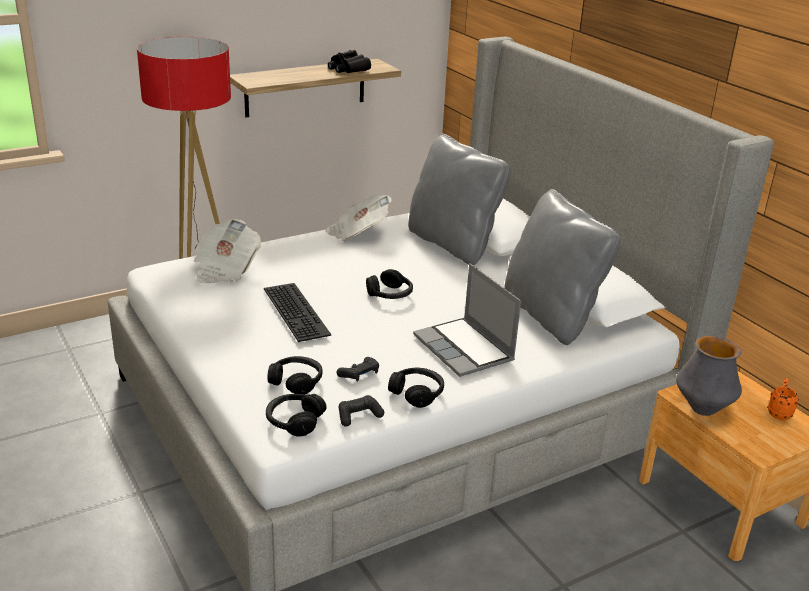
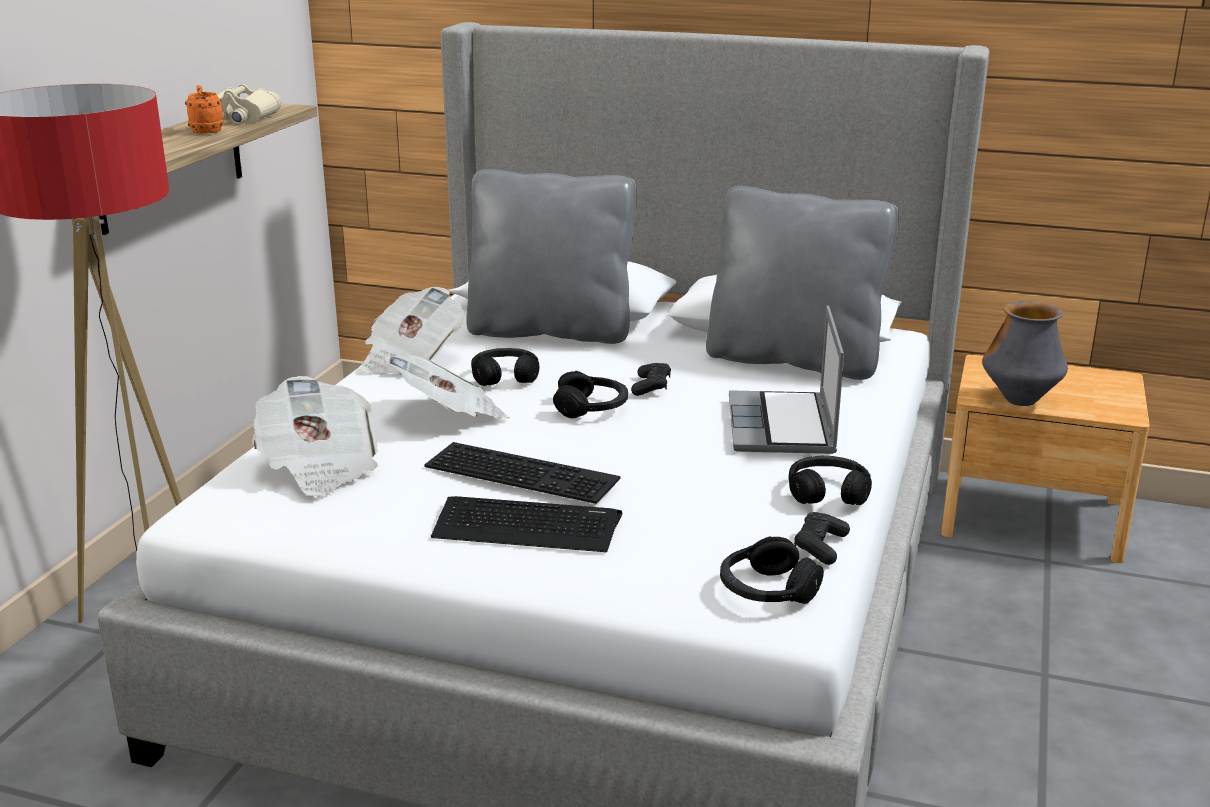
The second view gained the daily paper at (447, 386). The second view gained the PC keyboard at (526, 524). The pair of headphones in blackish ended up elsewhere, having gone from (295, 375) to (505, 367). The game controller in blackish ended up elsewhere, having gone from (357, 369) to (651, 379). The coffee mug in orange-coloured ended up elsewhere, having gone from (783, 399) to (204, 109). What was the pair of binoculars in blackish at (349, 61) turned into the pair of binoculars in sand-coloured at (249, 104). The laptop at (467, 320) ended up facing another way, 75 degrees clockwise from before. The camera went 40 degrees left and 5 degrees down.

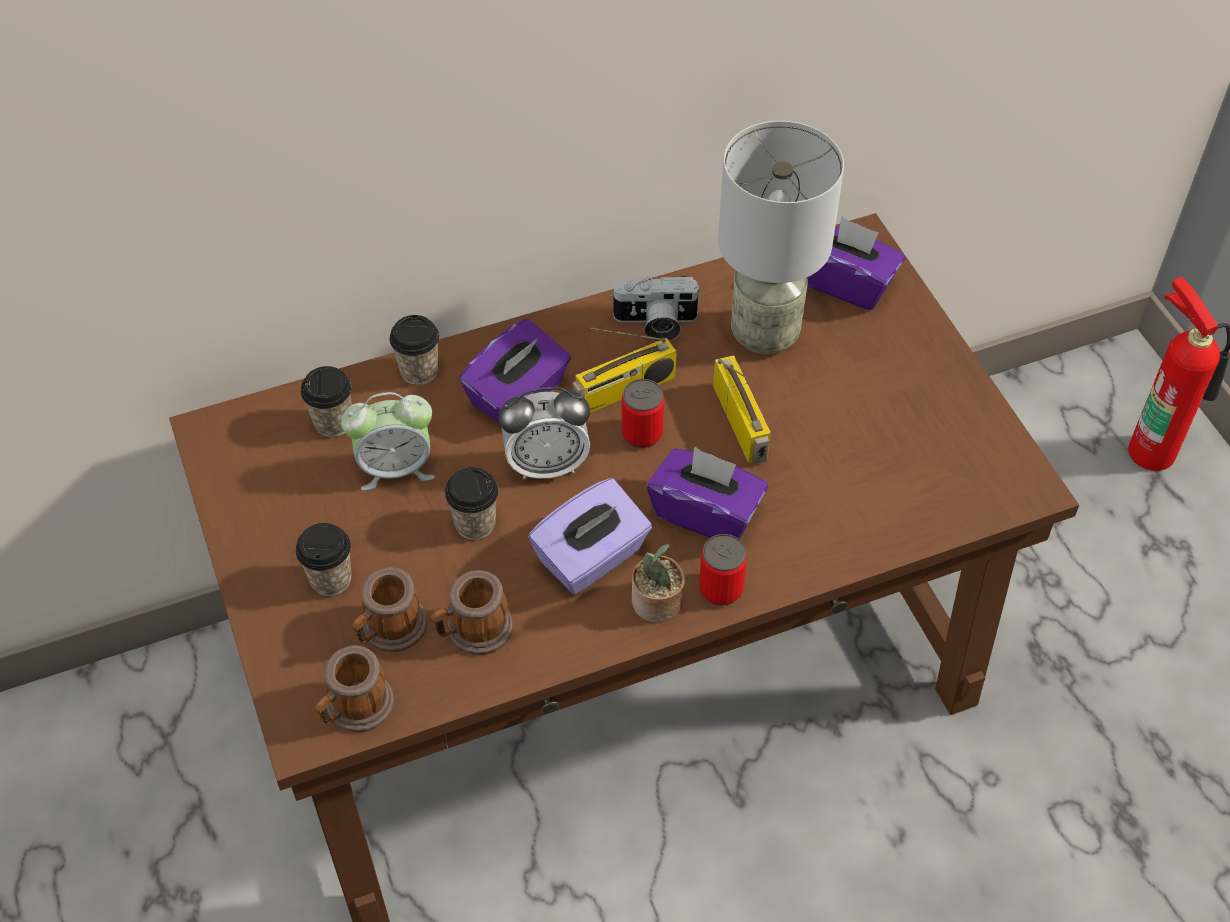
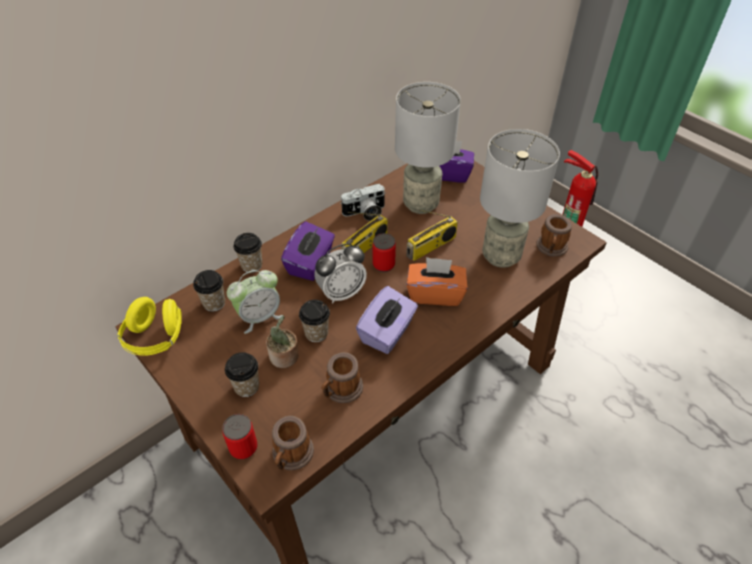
The second view gained the pair of headphones in yellow-coloured at (149, 326). The second view gained the tabletop lamp in greyish at (520, 198). The coffee mug ended up elsewhere, having gone from (389, 609) to (554, 235). The plant in a pot ended up elsewhere, having gone from (658, 583) to (282, 341). The sealed can ended up elsewhere, having gone from (723, 569) to (240, 436). What was the tissue box in purple at (707, 492) turned into the tissue box in orange-coloured at (437, 281). The radio set at (742, 409) ended up facing another way, 90 degrees clockwise from before. The camera went 20 degrees left and 5 degrees down.

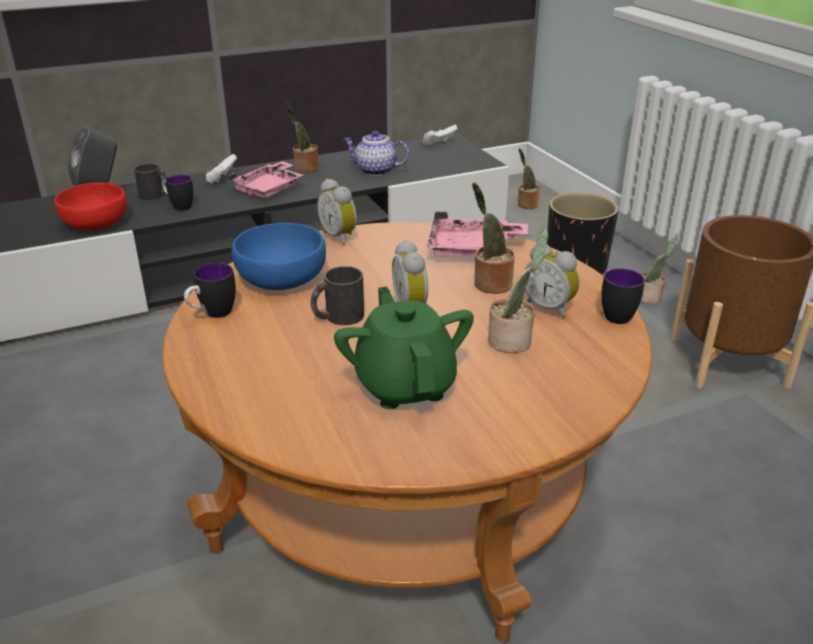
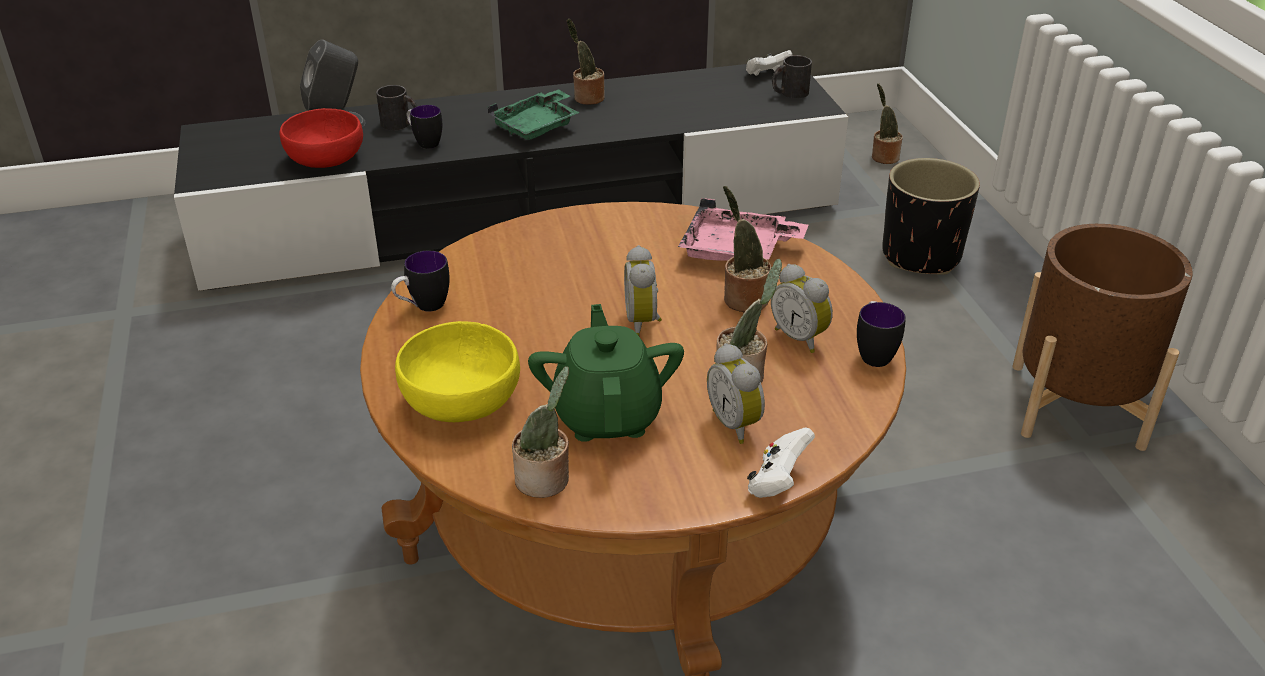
The second view lost the serving bowl in bluish at (278, 256). The second view lost the pot for tea at (376, 153). The second view gained the serving bowl in yellow-coloured at (457, 371). The game controller in white ended up elsewhere, having gone from (221, 169) to (781, 462). The coffee mug in blackish ended up elsewhere, having gone from (337, 295) to (792, 77). The table clock ended up elsewhere, having gone from (337, 212) to (736, 393). The plant in a pot ended up elsewhere, having gone from (660, 269) to (540, 432). What was the tray in pink-coloured at (265, 179) turned into the tray in green-coloured at (534, 114). The camera went 10 degrees right and 5 degrees up.

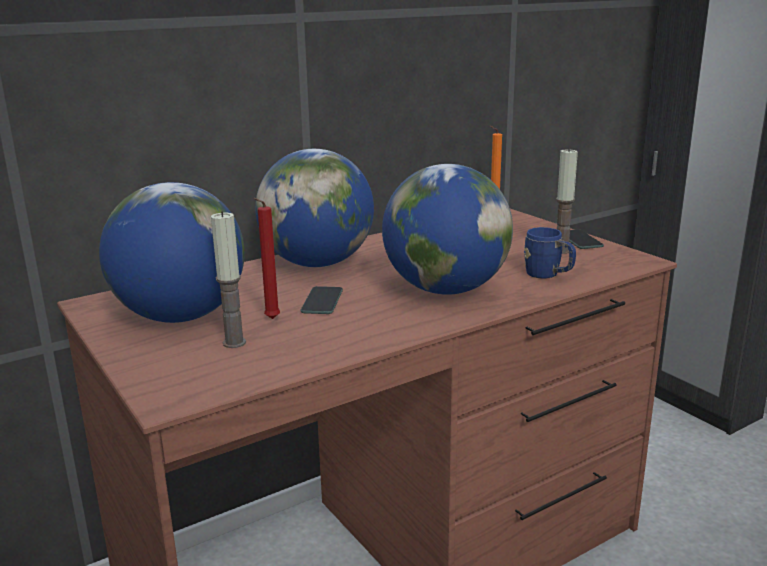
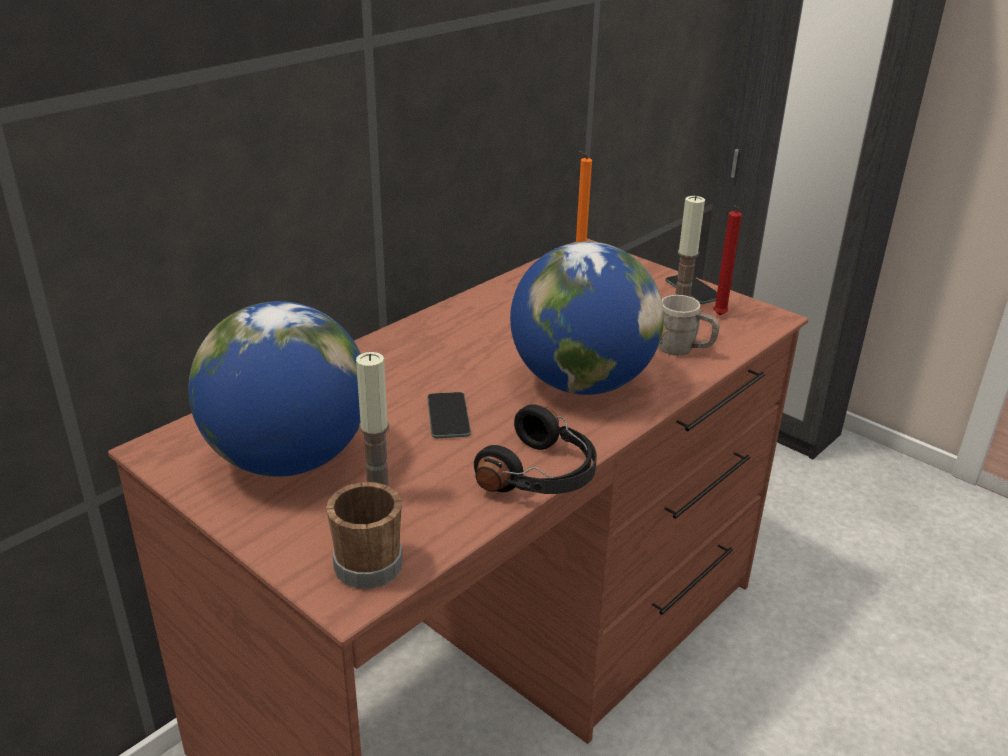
The second view lost the globe at (314, 208). The second view gained the coffee mug in brownish at (364, 535). The second view gained the pair of headphones in blackish at (535, 449). The wax candle in reddish ended up elsewhere, having gone from (266, 258) to (727, 260). What was the coffee mug in bluish at (550, 253) turned into the coffee mug in greyish at (688, 325). The camera went 15 degrees left and 10 degrees up.

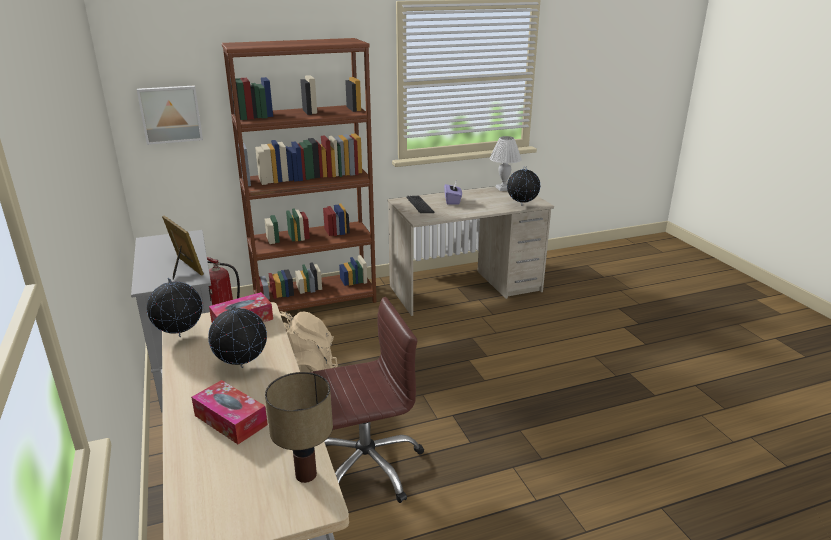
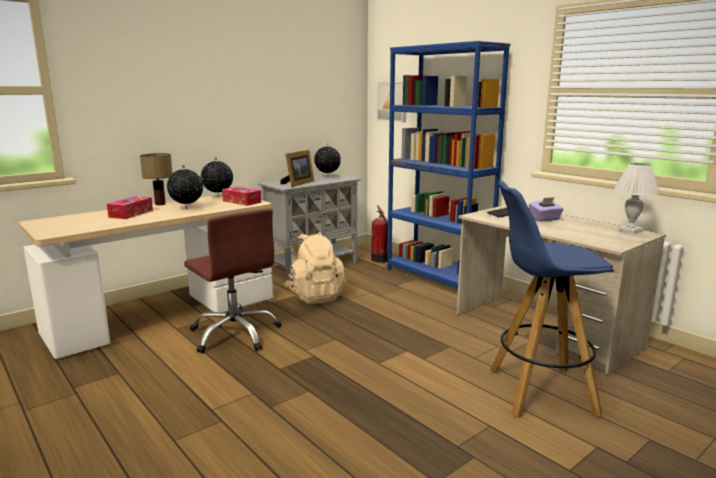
The second view gained the stool in bluish at (552, 299). The tabletop lamp ended up elsewhere, having gone from (299, 427) to (156, 179). The globe ended up elsewhere, having gone from (523, 186) to (327, 158). What was the bookshelf in brownish at (299, 175) turned into the bookshelf in bluish at (448, 165). The camera went 70 degrees right and 10 degrees down.

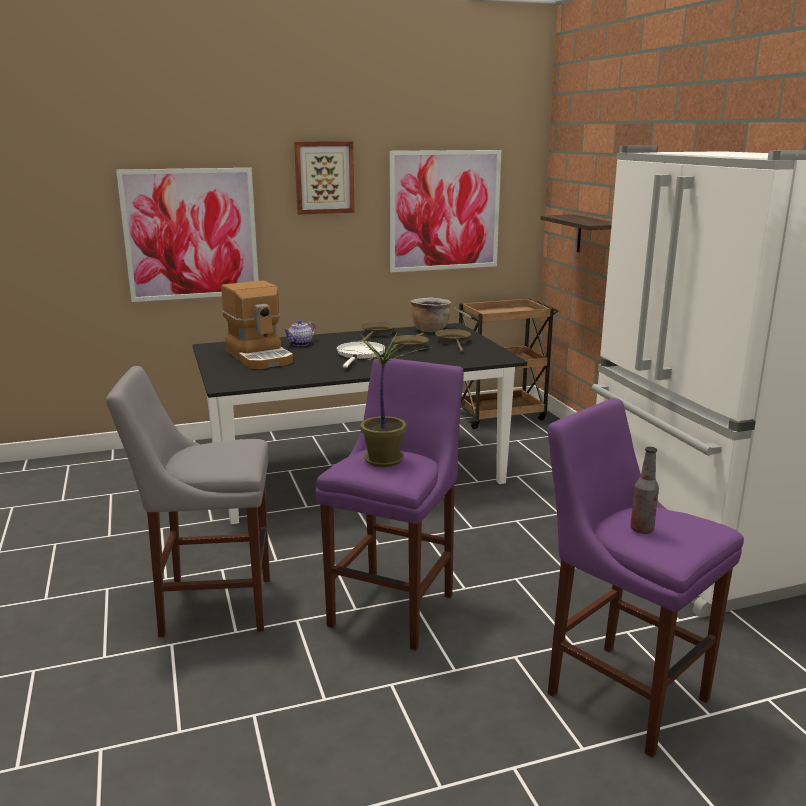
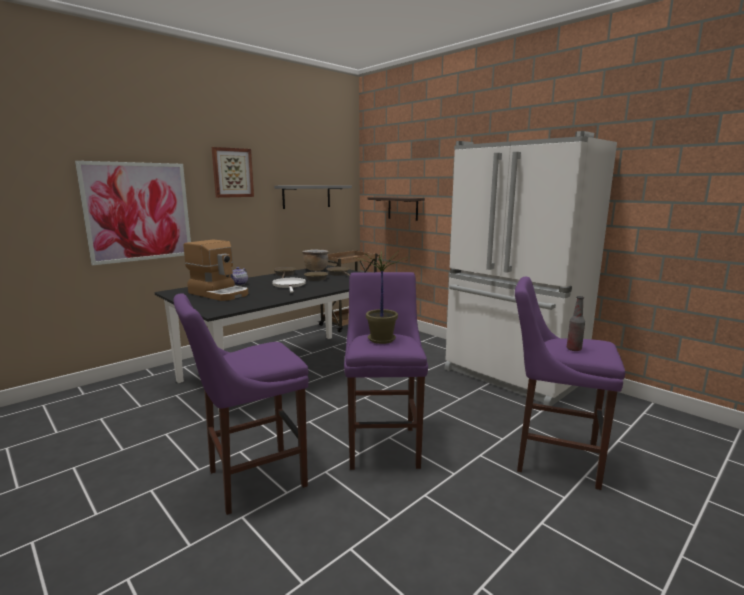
Where the wall art hung at (445, 211), the wall shelf in greyish came to hang at (313, 197). What was the stool in greyish at (188, 501) turned into the stool in purple at (241, 404). The camera went 25 degrees left and 5 degrees down.

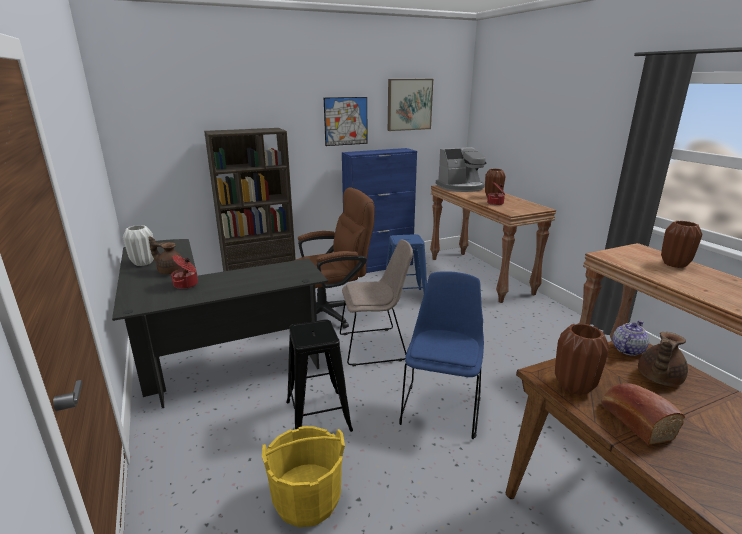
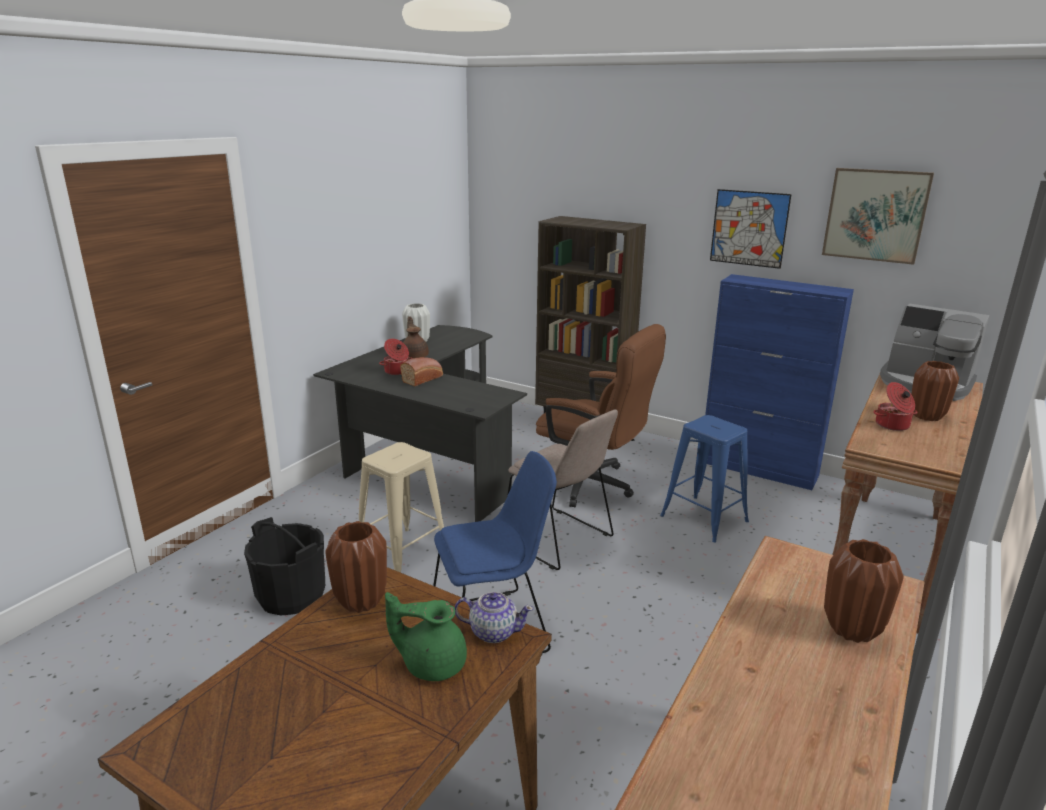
The bread ended up elsewhere, having gone from (643, 414) to (421, 372). What was the bucket in yellow-coloured at (303, 476) turned into the bucket in blackish at (284, 566). What was the stool in blackish at (319, 376) turned into the stool in sand-coloured at (401, 507). What was the pot for tea in brownish at (663, 359) turned into the pot for tea in green-coloured at (426, 636). The camera went 55 degrees right and 0 degrees up.

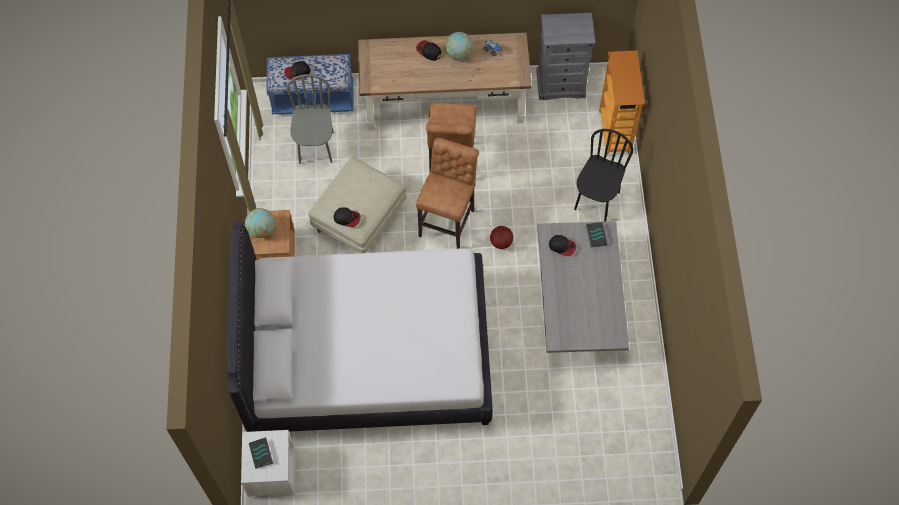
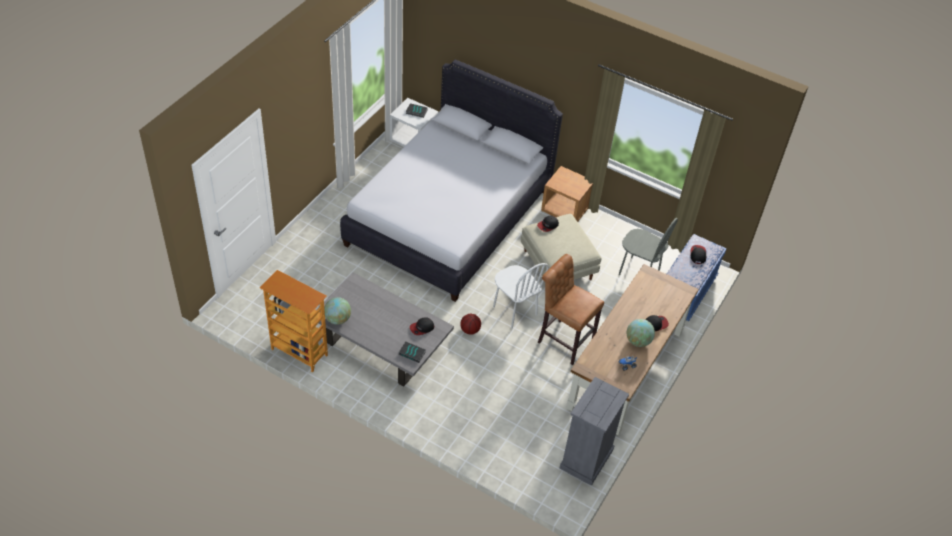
The second view lost the upright chair in blackish at (603, 175). The globe ended up elsewhere, having gone from (260, 223) to (337, 311). The bookshelf ended up elsewhere, having gone from (622, 103) to (294, 321). Where the stool in brownish stood at (447, 193), the upright chair in white came to stand at (521, 296). The camera went 120 degrees right and 15 degrees down.

